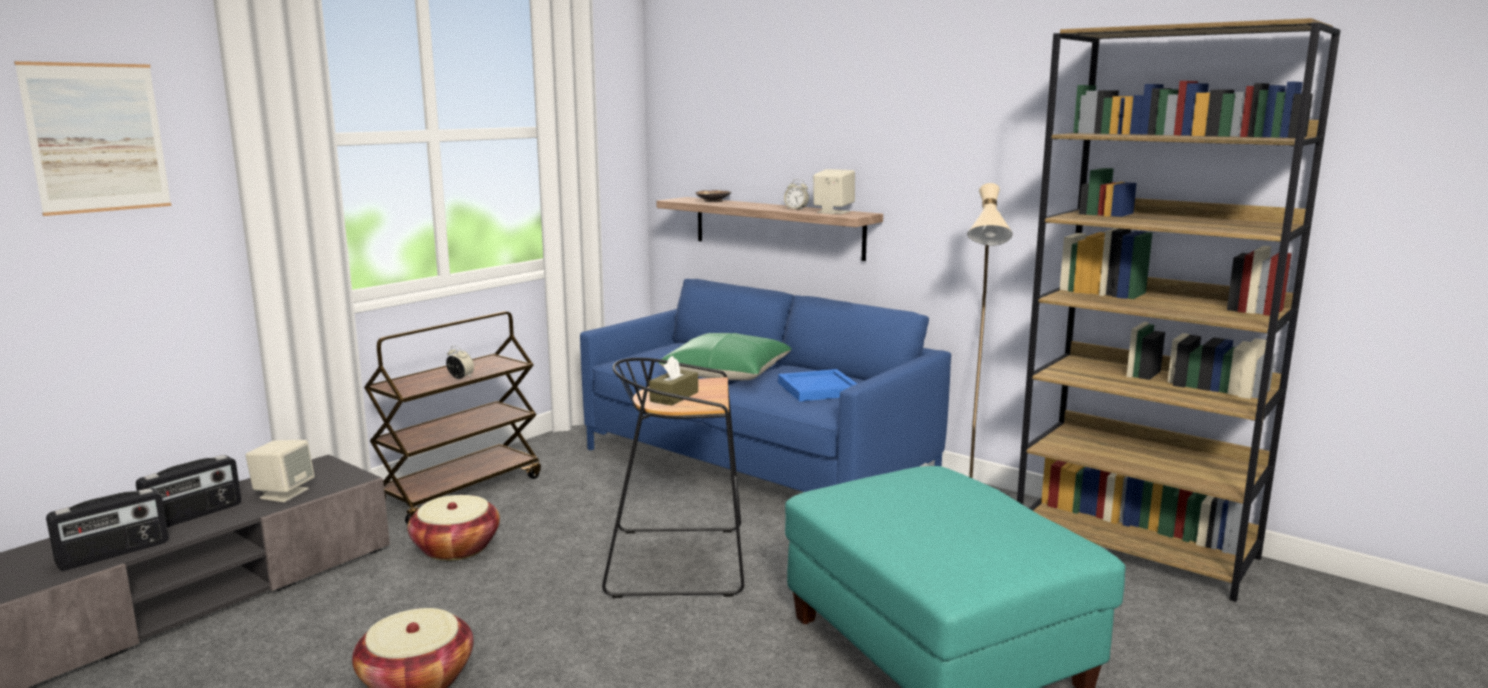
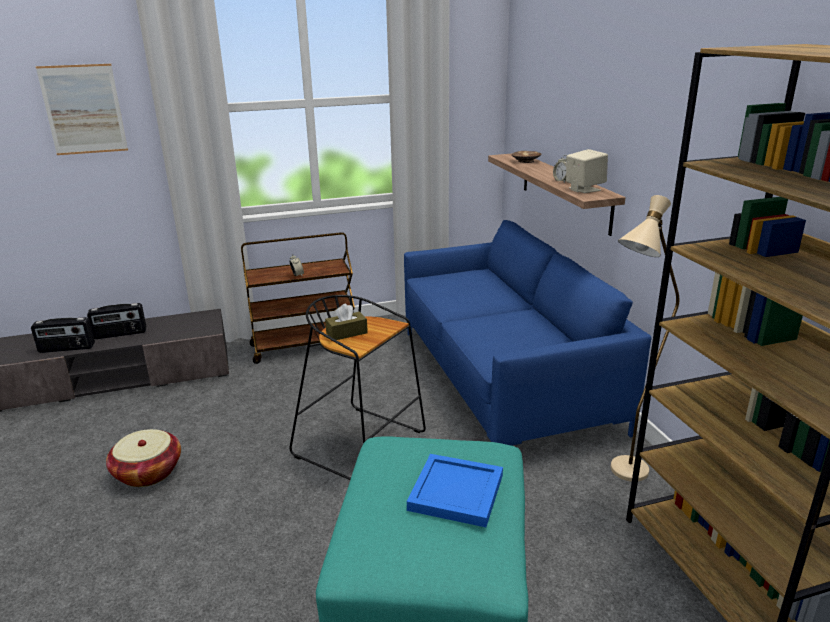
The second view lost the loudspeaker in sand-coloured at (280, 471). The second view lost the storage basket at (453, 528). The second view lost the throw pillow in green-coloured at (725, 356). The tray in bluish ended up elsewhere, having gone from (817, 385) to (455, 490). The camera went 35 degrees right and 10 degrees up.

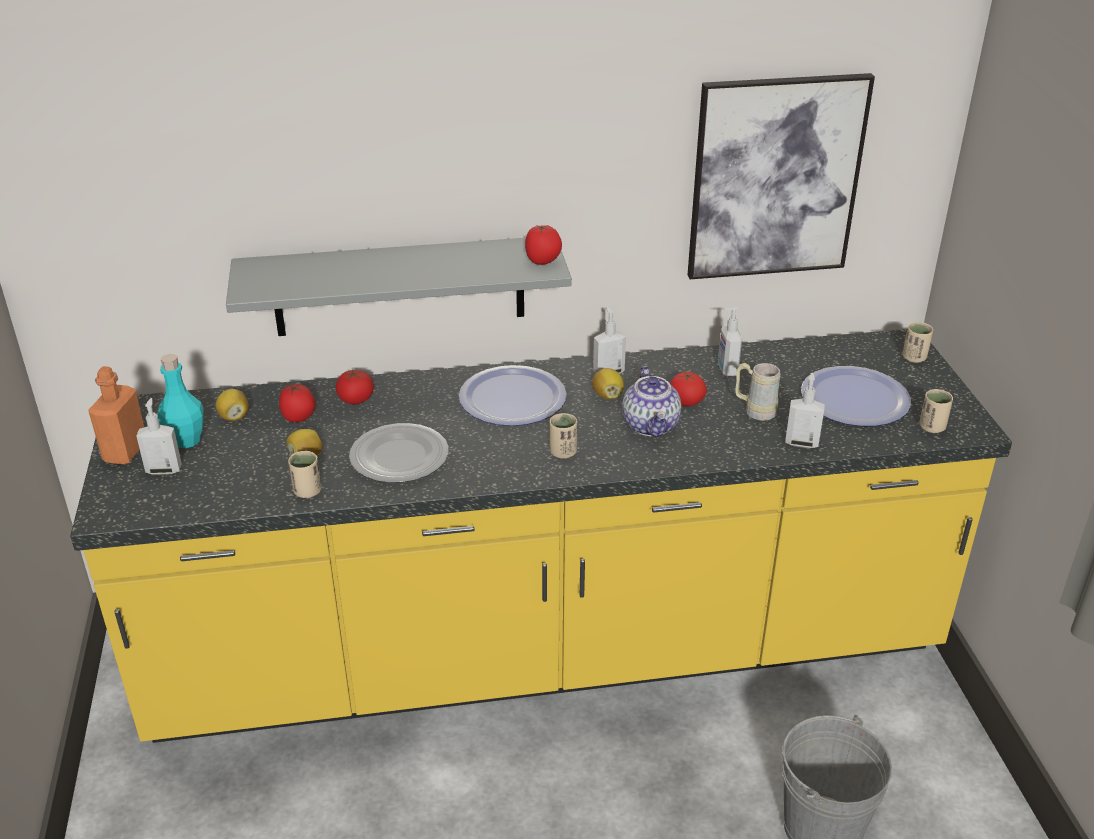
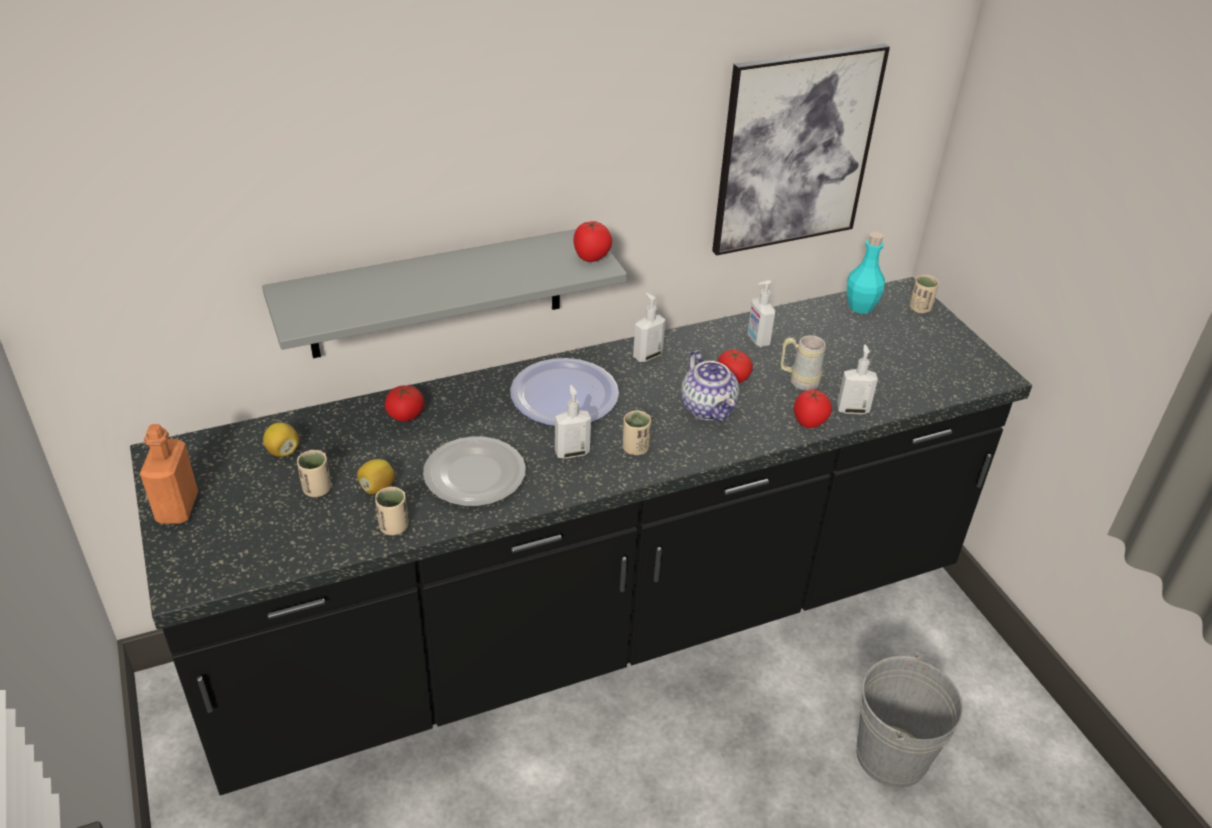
The second view lost the lemon at (608, 384). The second view lost the flat dish at (856, 396). The soap dispenser ended up elsewhere, having gone from (159, 436) to (573, 422). The bottle in turquoise ended up elsewhere, having gone from (181, 401) to (866, 273). The tomato ended up elsewhere, having gone from (297, 403) to (813, 409). The small cup in sand-coloured ended up elsewhere, having gone from (936, 411) to (314, 473). What was the counter in yellow-coloured at (541, 536) turned into the counter in blackish at (581, 536). The camera went 15 degrees left and 5 degrees up.

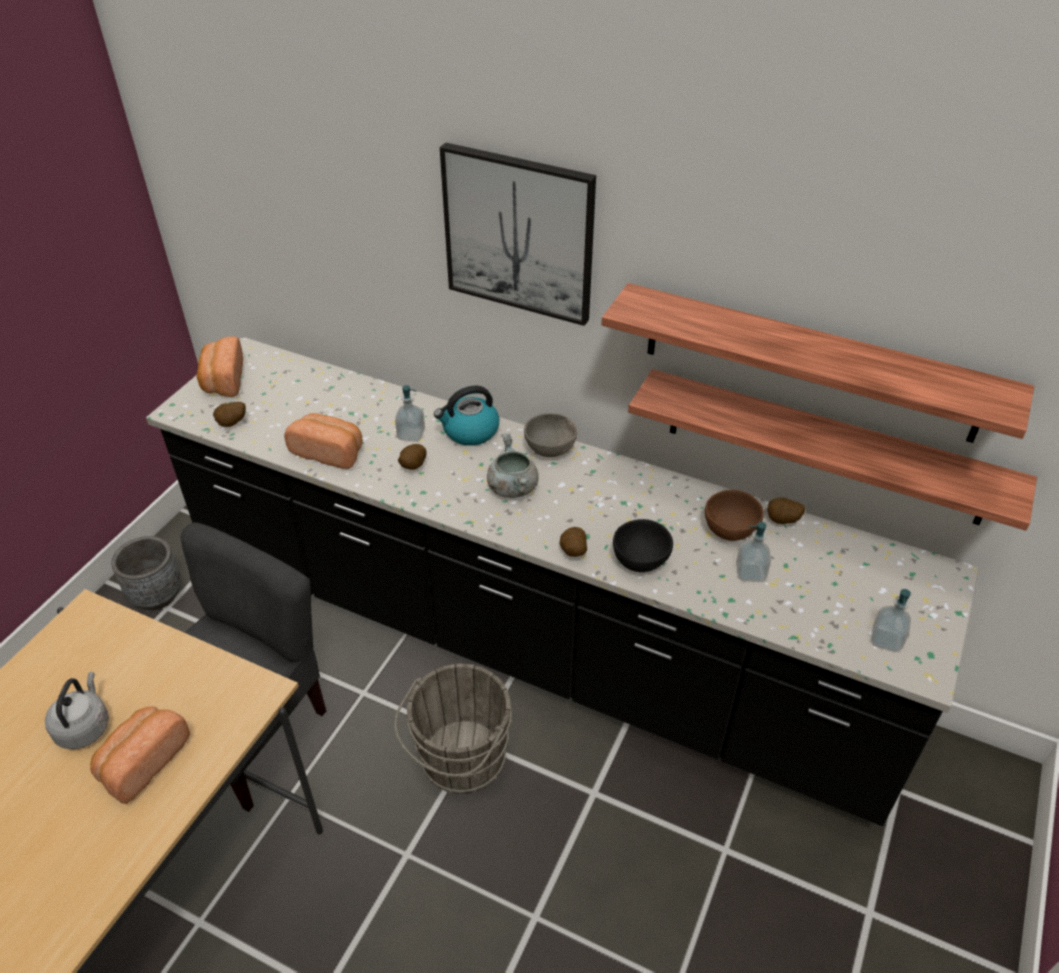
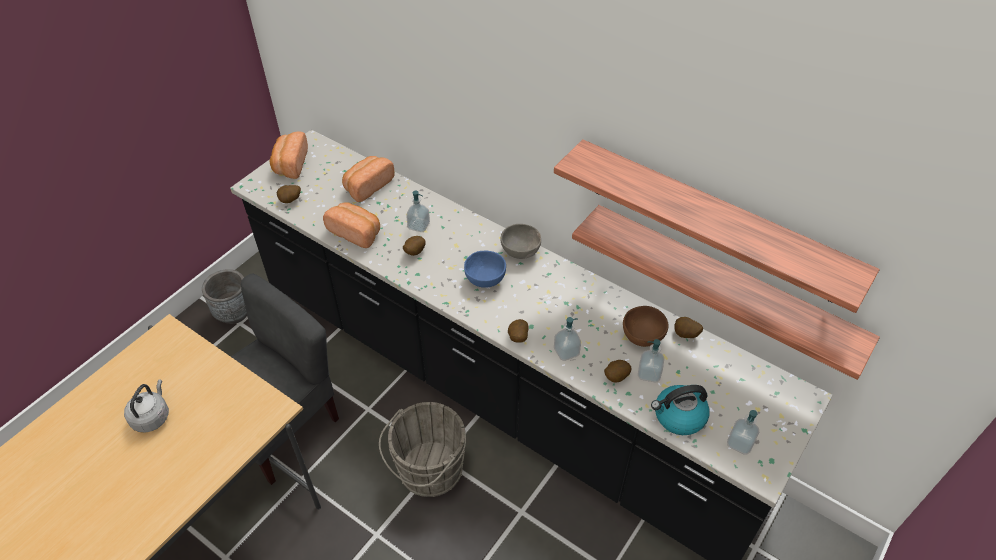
The second view lost the wall art at (518, 234). The second view gained the potato at (618, 371). The bread ended up elsewhere, having gone from (140, 755) to (368, 179). The tea kettle ended up elsewhere, having gone from (466, 415) to (680, 410). Where the stockpot in greyish stood at (513, 465), the serving bowl in bluish came to stand at (485, 269). Where the serving bowl in blackish stood at (643, 545), the soap dispenser came to stand at (567, 339). The camera went 10 degrees right and 5 degrees up.

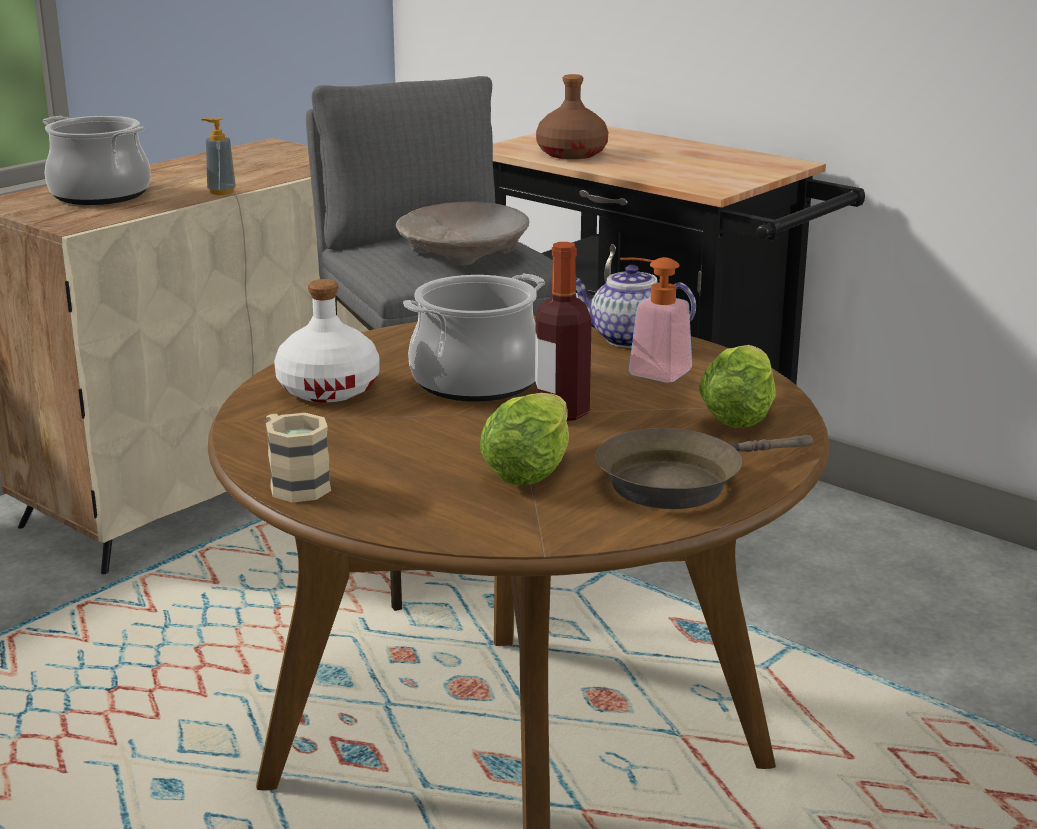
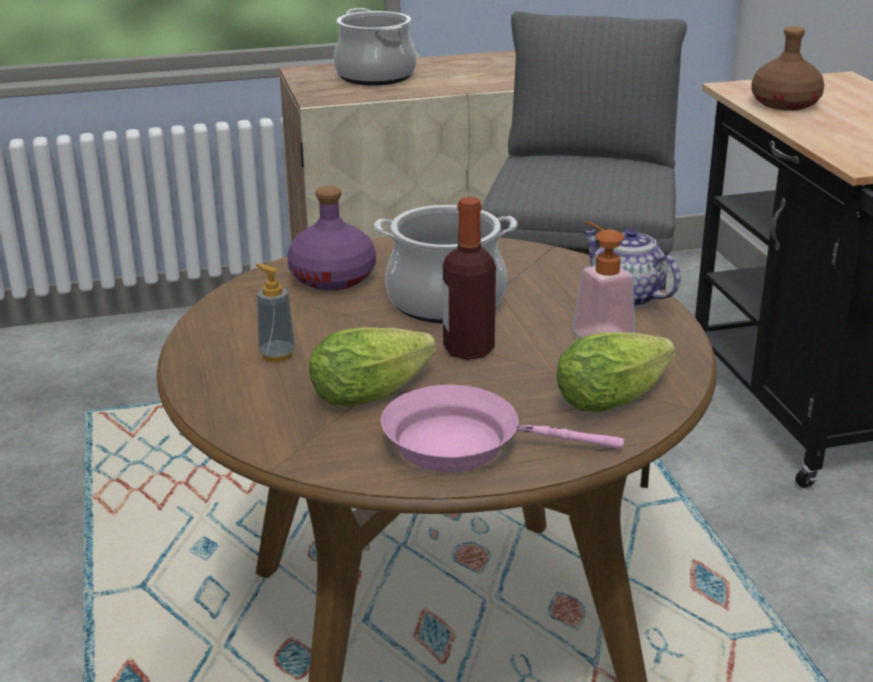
The second view lost the coffee mug in sand-coloured at (298, 457). The second view lost the serving bowl in sand-coloured at (462, 233). The soap dispenser ended up elsewhere, having gone from (218, 156) to (275, 312). What was the bottle in white at (327, 340) turned into the bottle in purple at (331, 238). What was the frying pan in brownish at (704, 468) turned into the frying pan in pink-coloured at (502, 428). The camera went 35 degrees right and 5 degrees up.

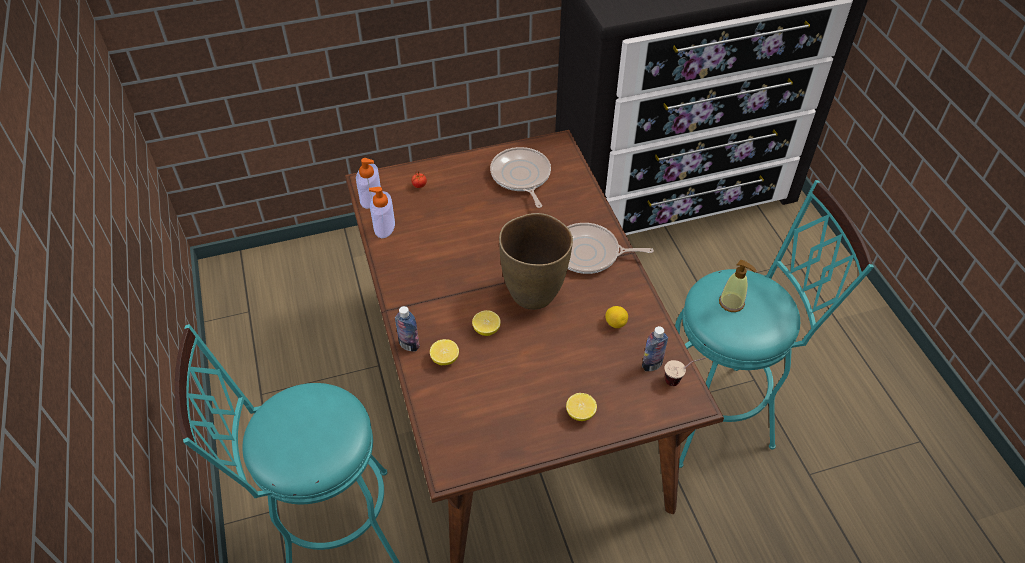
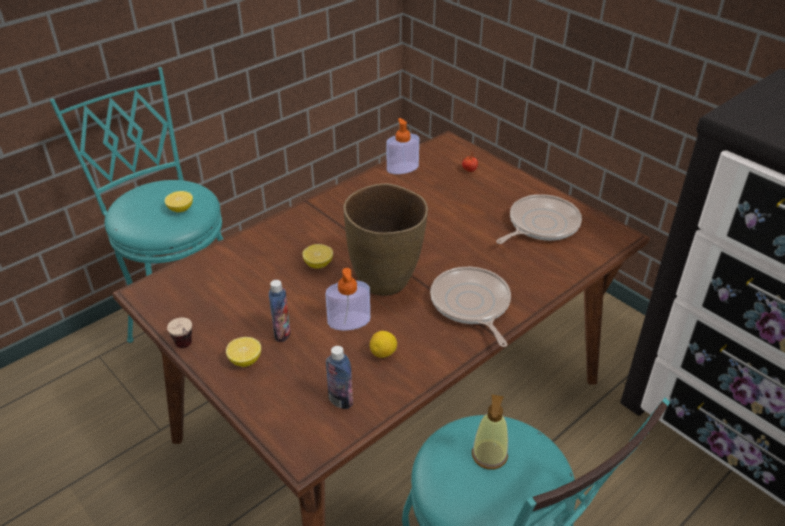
The soap dispenser ended up elsewhere, having gone from (368, 183) to (347, 299). The bottle ended up elsewhere, having gone from (407, 328) to (279, 311). The lemon ended up elsewhere, having gone from (444, 352) to (179, 201). The small cup ended up elsewhere, having gone from (685, 372) to (179, 333). The camera went 65 degrees right and 10 degrees down.

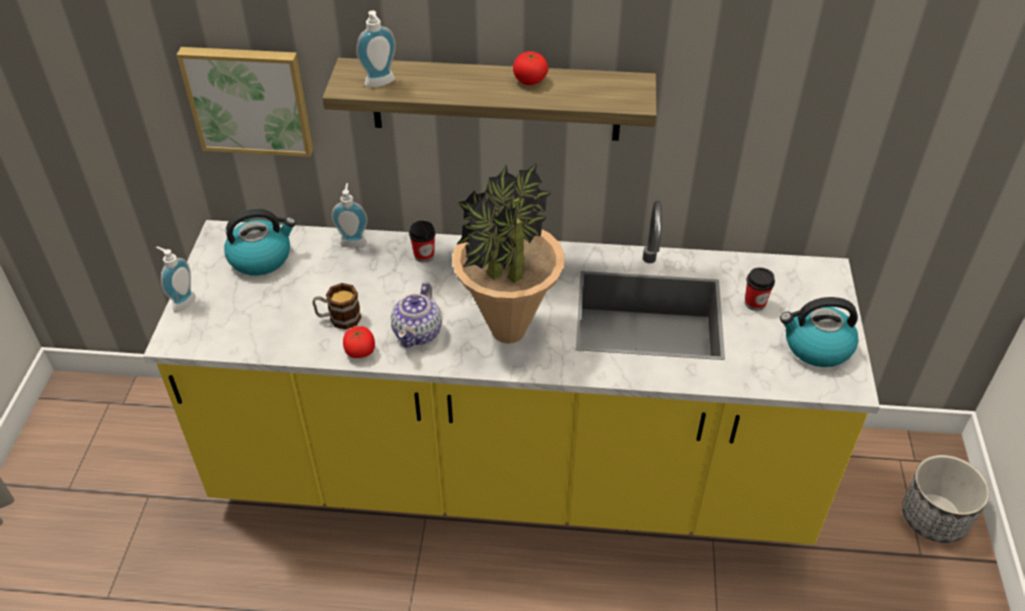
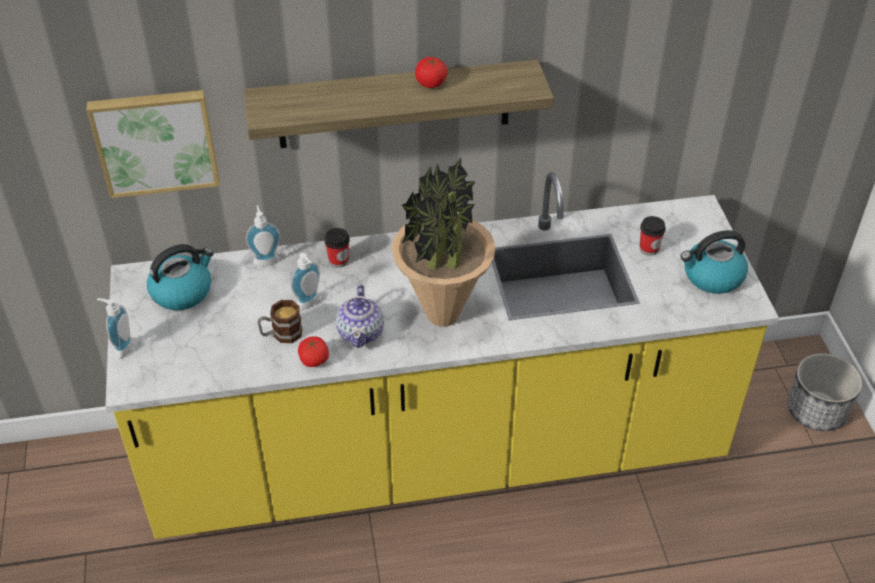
The soap dispenser ended up elsewhere, having gone from (376, 49) to (305, 281). The camera went 15 degrees left and 0 degrees up.

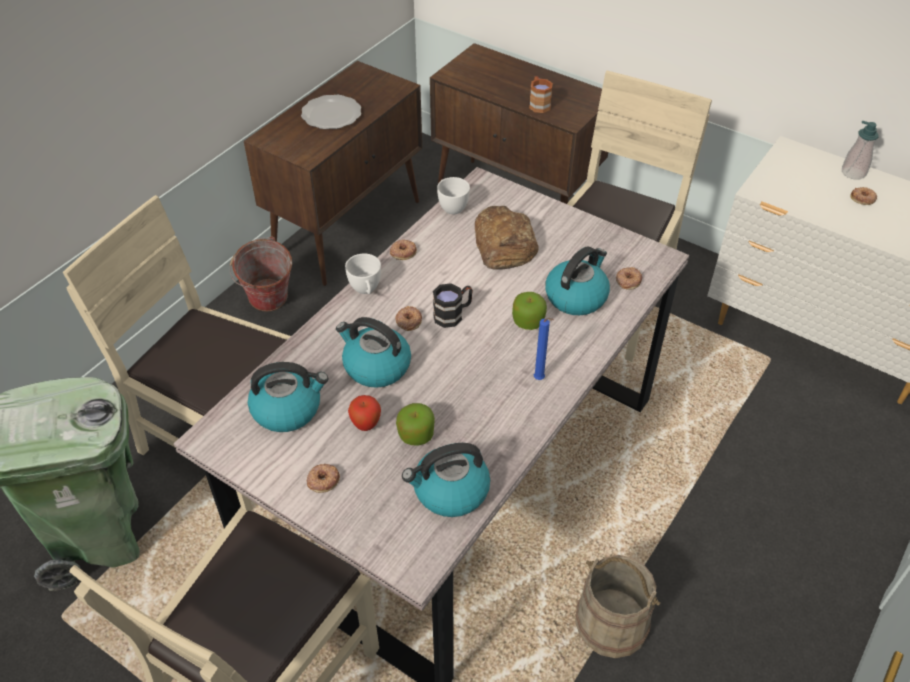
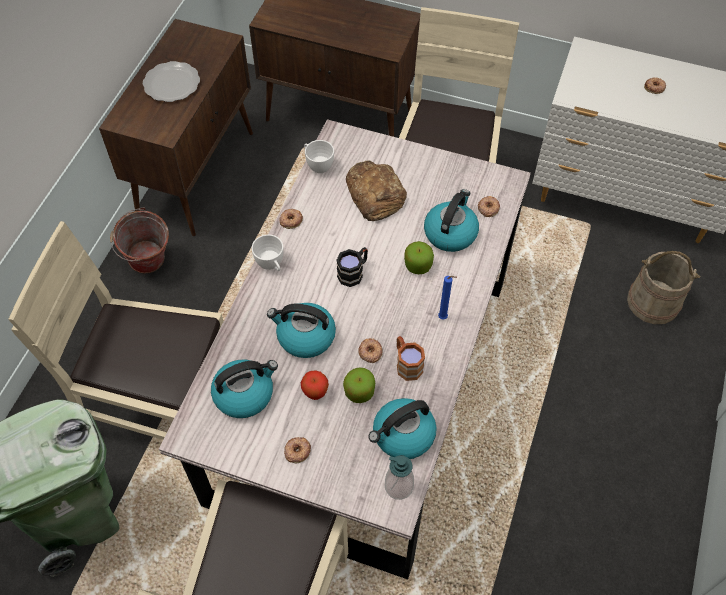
The doughnut ended up elsewhere, having gone from (408, 318) to (370, 350). The coffee mug in brownish ended up elsewhere, having gone from (541, 94) to (411, 358). The bucket in sand-coloured ended up elsewhere, having gone from (617, 606) to (663, 287). The soap dispenser ended up elsewhere, having gone from (860, 150) to (399, 477). The camera went 15 degrees left and 10 degrees up.

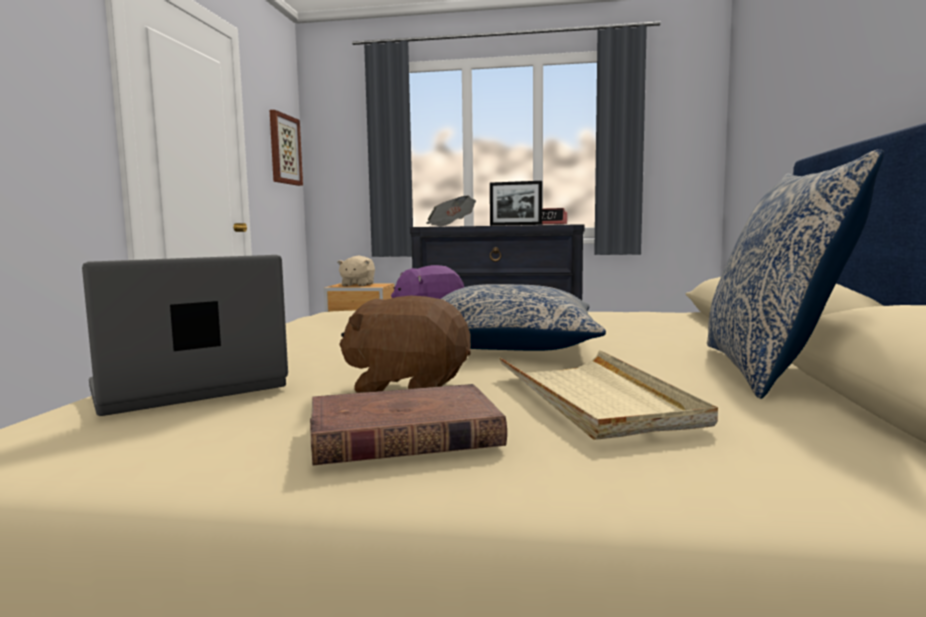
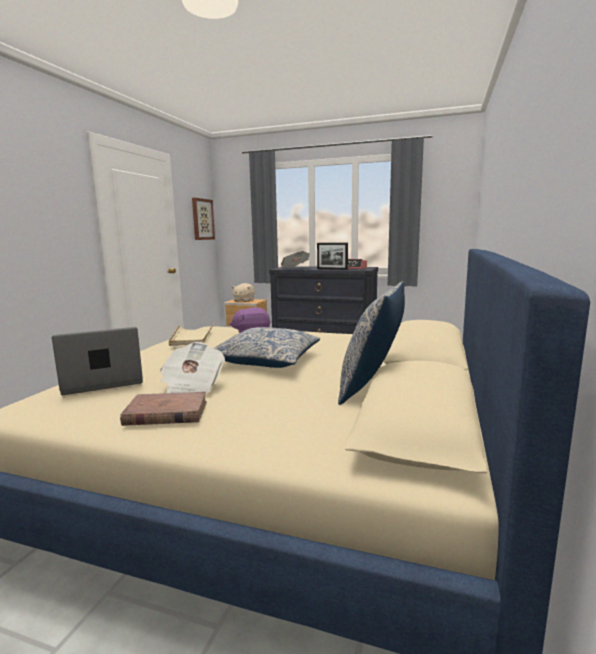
The tray in sand-coloured ended up elsewhere, having gone from (608, 395) to (191, 335). Where the soft toy in brownish stood at (405, 344), the daily paper came to stand at (192, 367). The camera went 10 degrees right and 5 degrees up.

